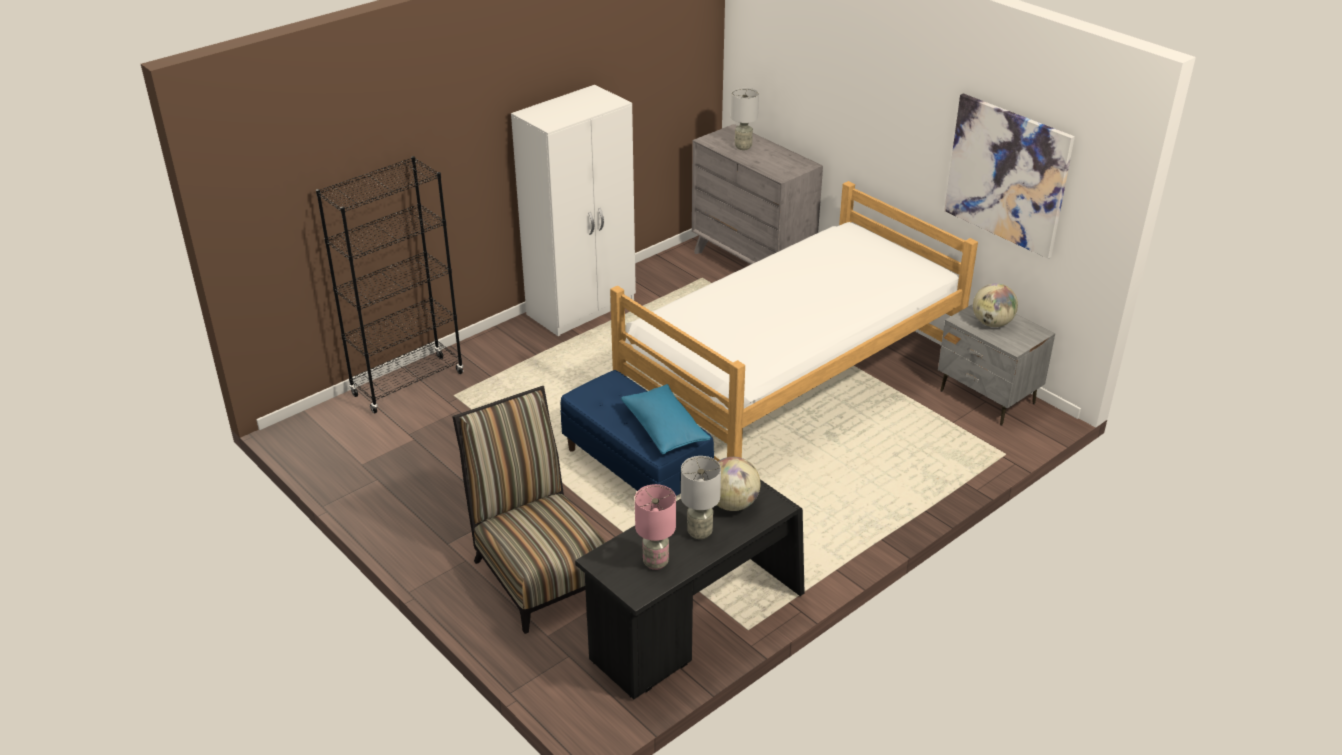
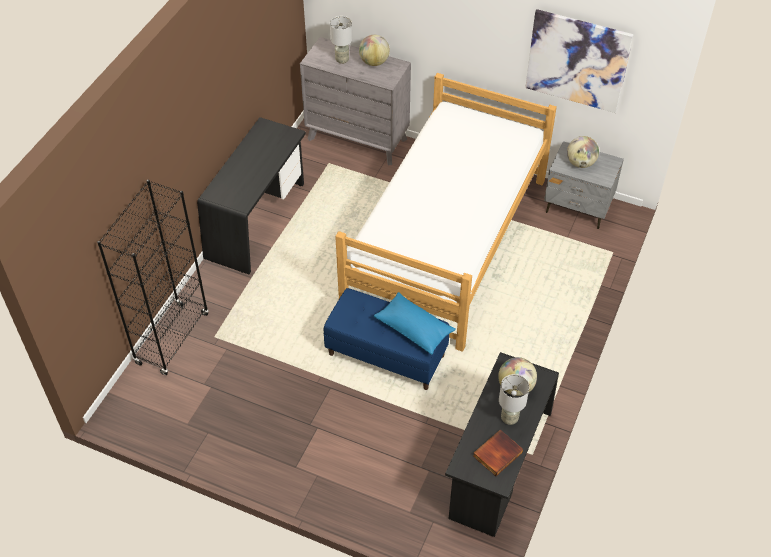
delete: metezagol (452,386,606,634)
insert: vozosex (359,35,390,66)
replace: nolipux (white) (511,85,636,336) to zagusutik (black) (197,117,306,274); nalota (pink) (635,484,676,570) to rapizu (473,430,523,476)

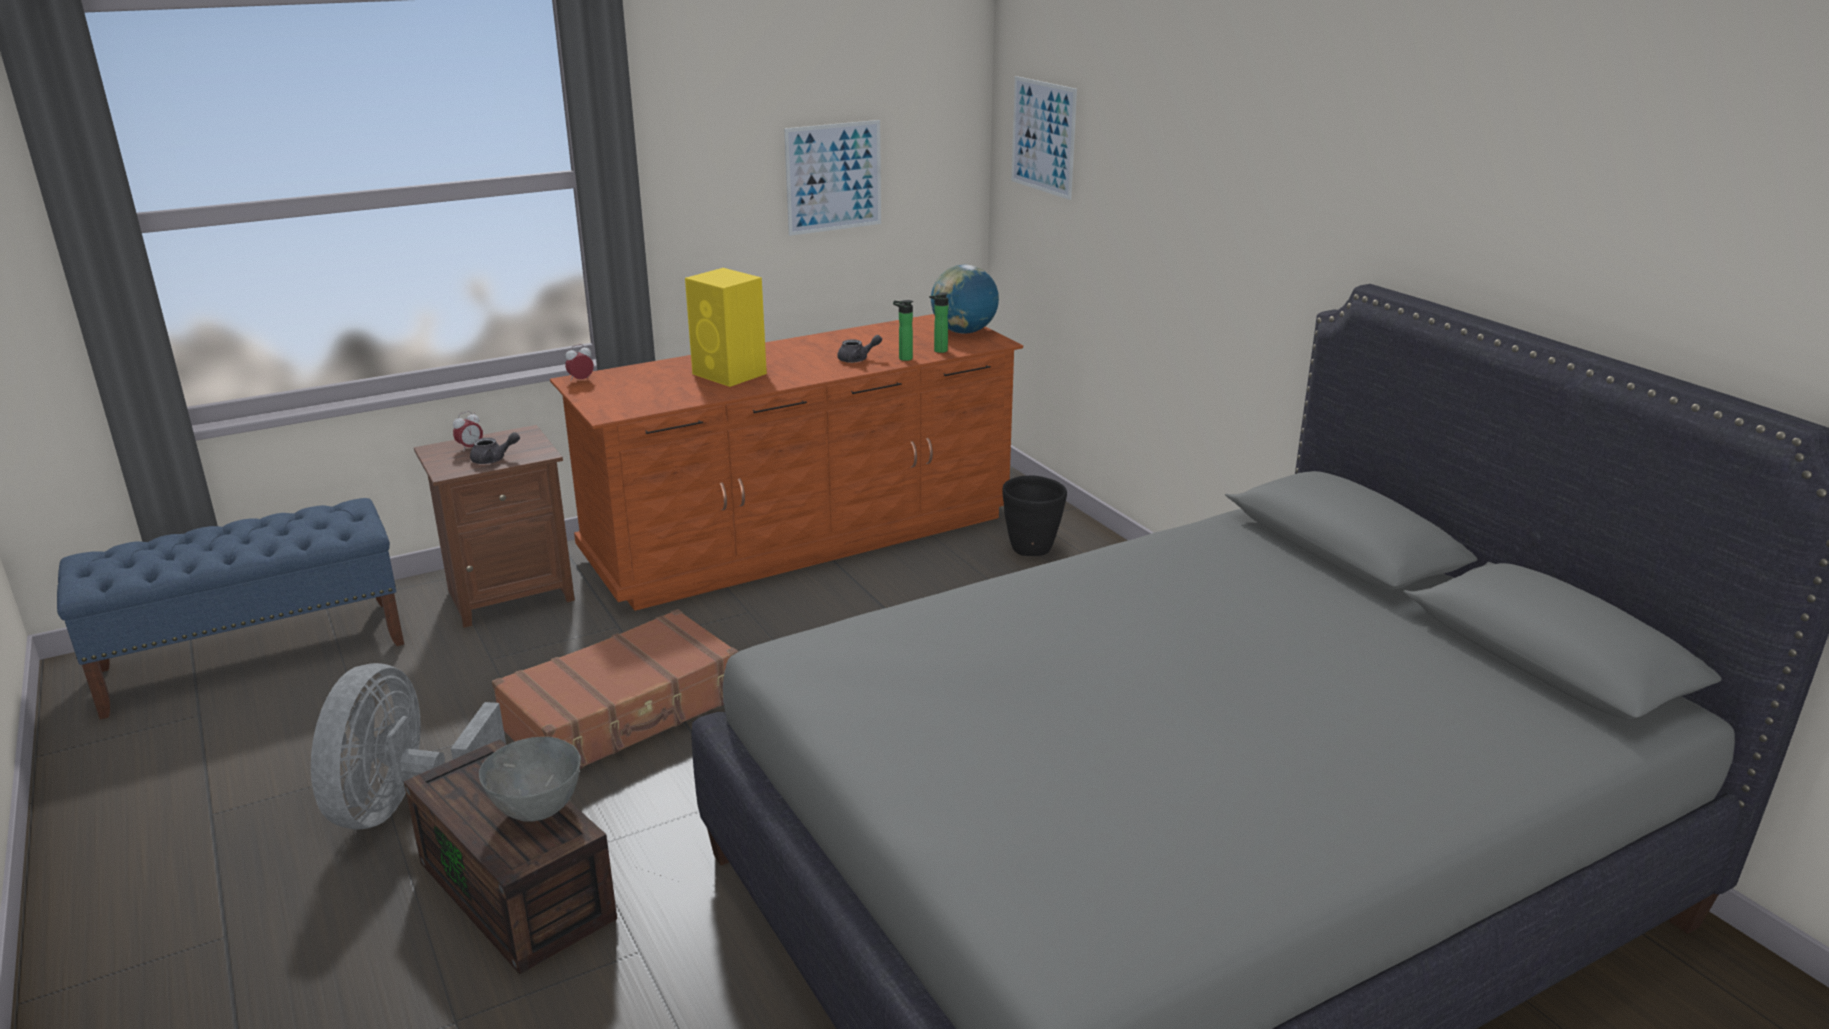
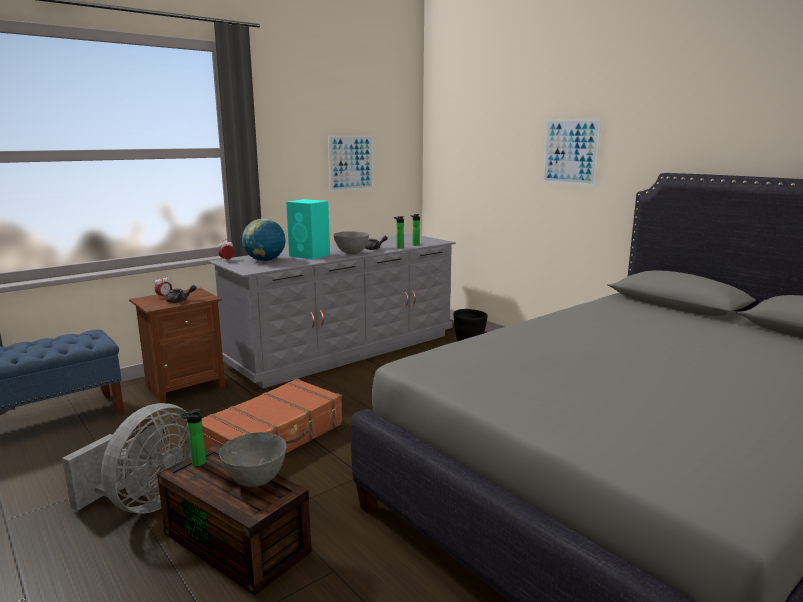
insert: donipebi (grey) (333,231,369,254); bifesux (180,409,206,466)
move: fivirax (1012,76,1077,200) to (542,118,602,186); vozosex (931,265,999,334) to (242,218,286,261)
recolor: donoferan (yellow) (685,268,767,387) to donoferan (turquoise) (286,199,330,260); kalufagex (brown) (550,314,1023,611) to kalufagex (grey) (208,234,456,388)
rotate: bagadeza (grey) (311,663,506,830) = (62,403,191,513) 150 degrees counterclockwise

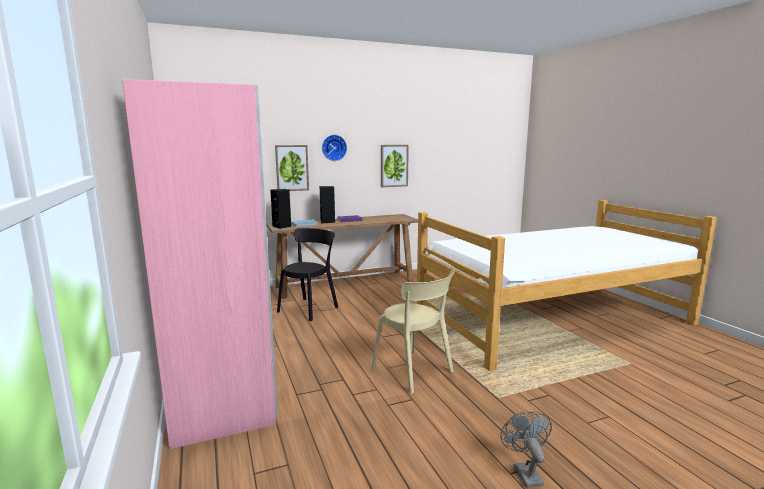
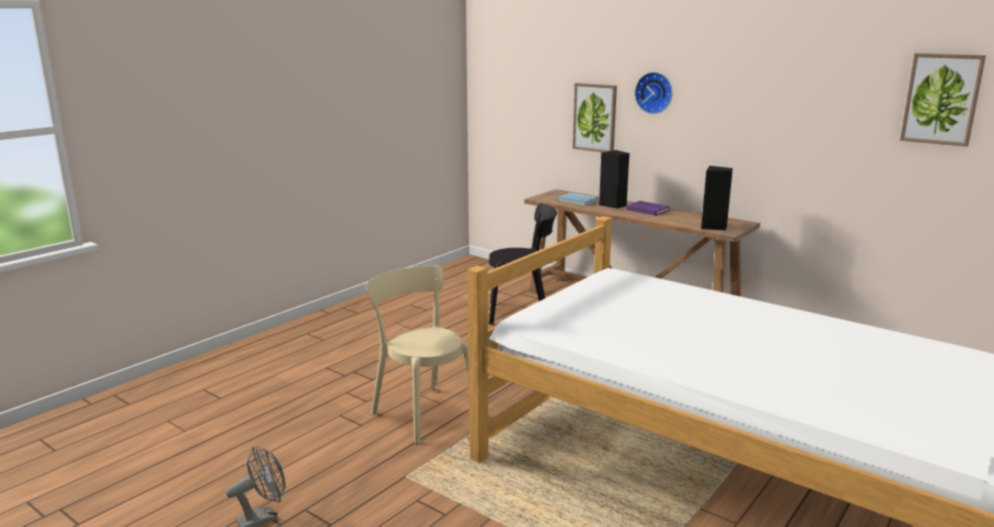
delete: nolipux (pink) (122,79,278,449)
move: fivirax (381,145,409,187) to (900,53,986,147); donoferan (black) (270,189,291,229) to (701,166,733,230)
rotate: metezagol (beige) (371,268,455,394) = (365,265,469,444) 120 degrees clockwise

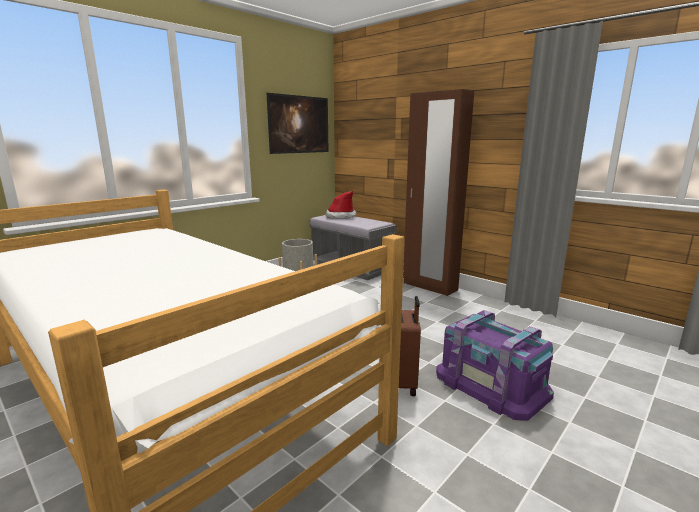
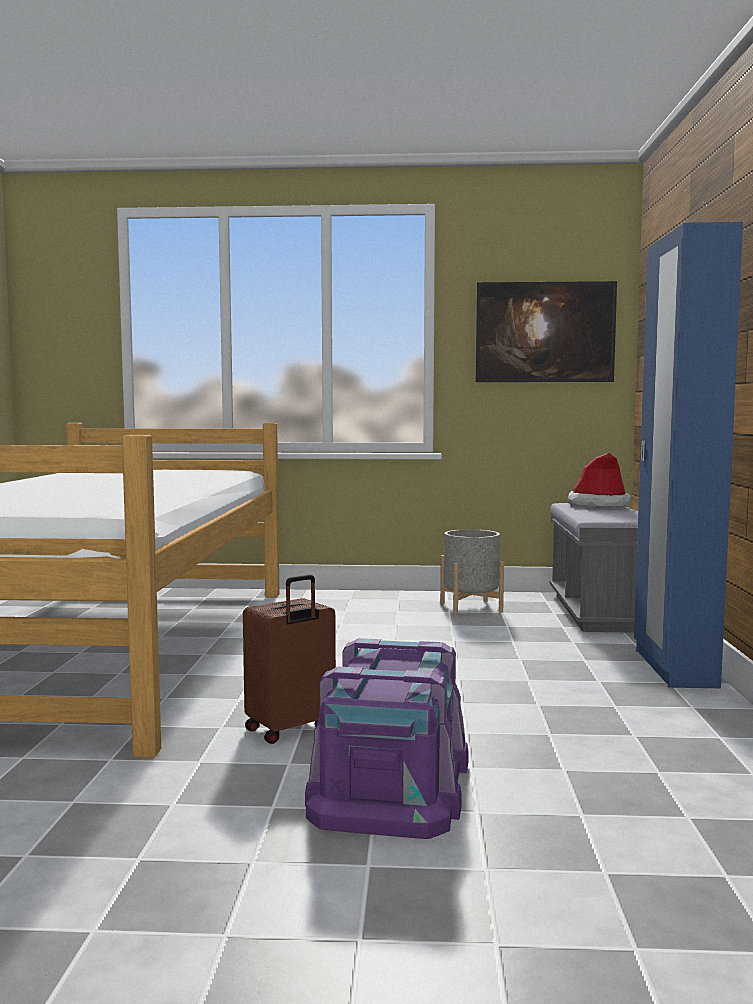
recolor: nolipux (brown) (403,89,474,296) to nolipux (blue) (634,222,743,688)

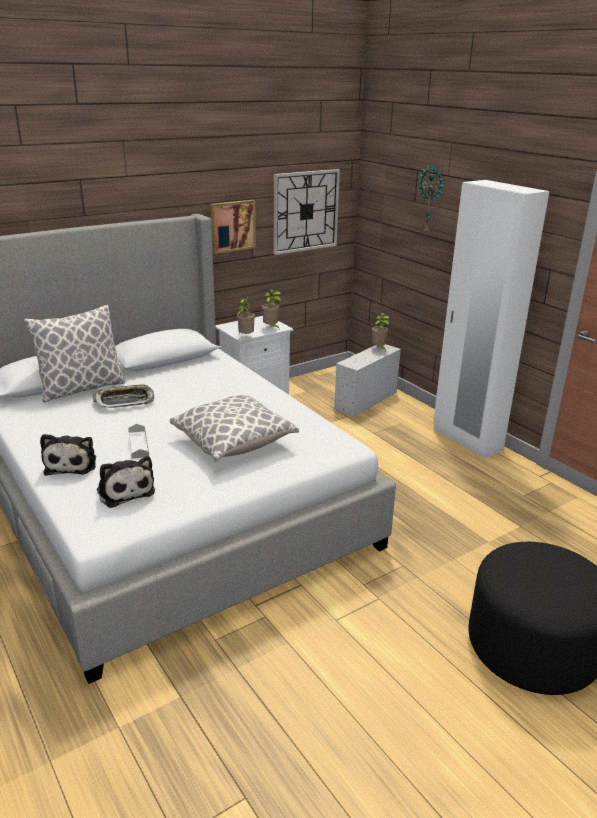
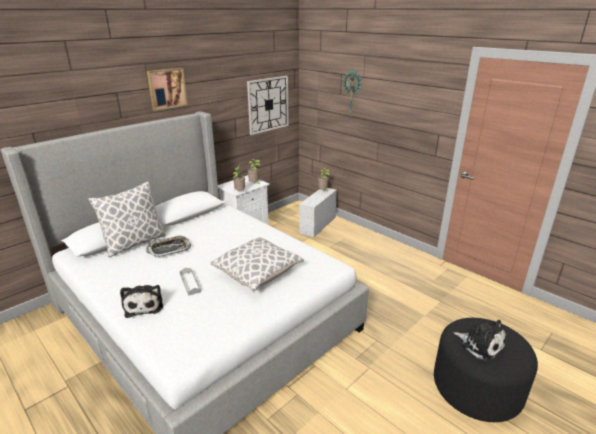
delete: nolipux (white) (433,180,550,458)
move: fivirax (210,200,256,254) to (147,68,188,111); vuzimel (97,456,155,508) to (453,320,506,362)

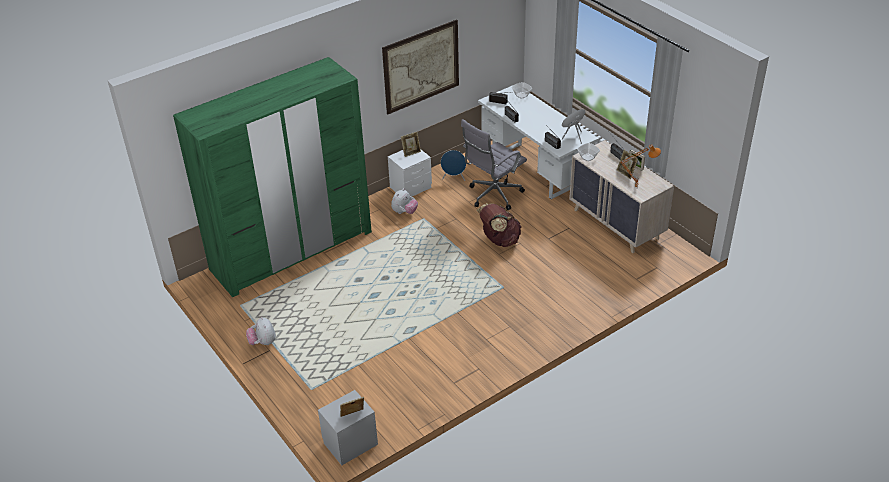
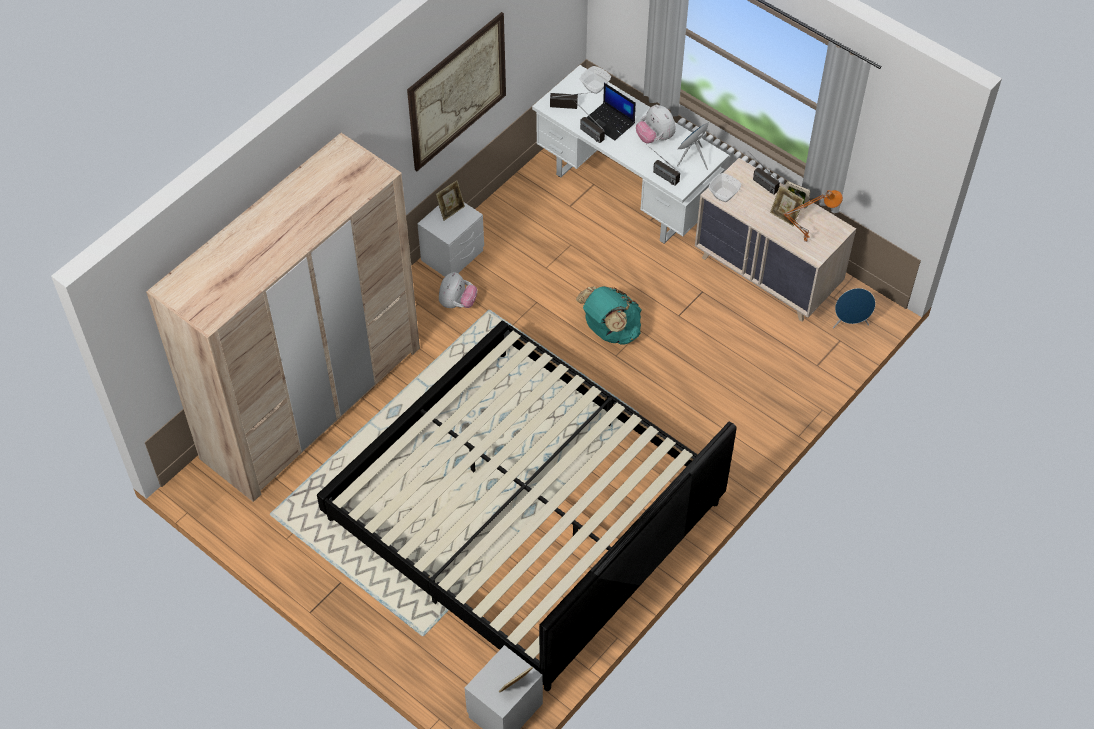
delete: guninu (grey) (461,119,527,210)
insert: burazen (586,83,636,141); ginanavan (317,320,737,691)
move: donoferan (blue) (441,150,466,181) to (833,288,875,329); vuzimel (246,317,276,345) to (636,104,676,143)
recolor: nolipux (green) (173,57,372,297) to nolipux (beige) (146,133,420,502); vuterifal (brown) (477,203,522,247) to vuterifal (turquoise) (576,286,642,345)

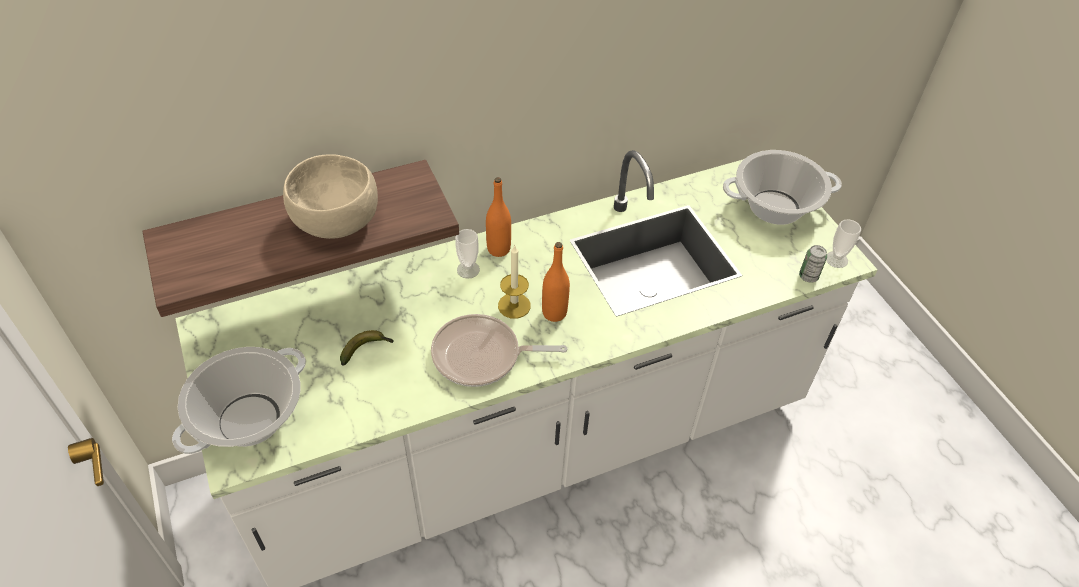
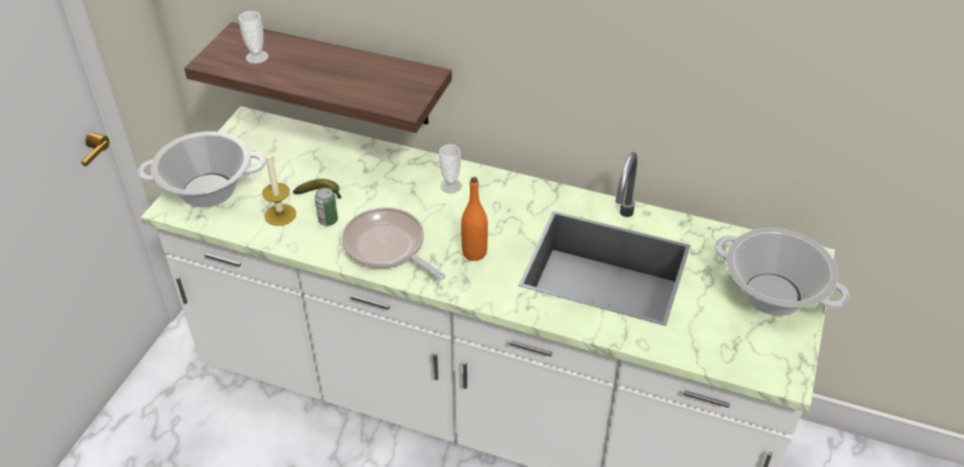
delete: donipebi (beige) (283,154,378,239); bifesux (orange) (486,177,511,257)
move: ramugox (826,219,861,268) to (239,11,268,64); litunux (498,244,531,319) to (262,149,296,226); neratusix (799,245,827,283) to (315,188,338,226)

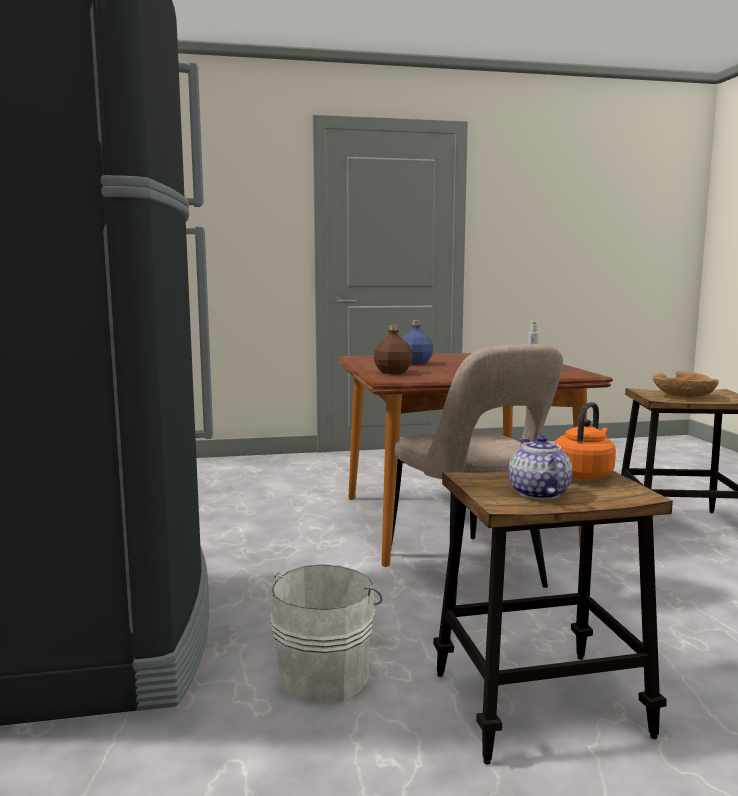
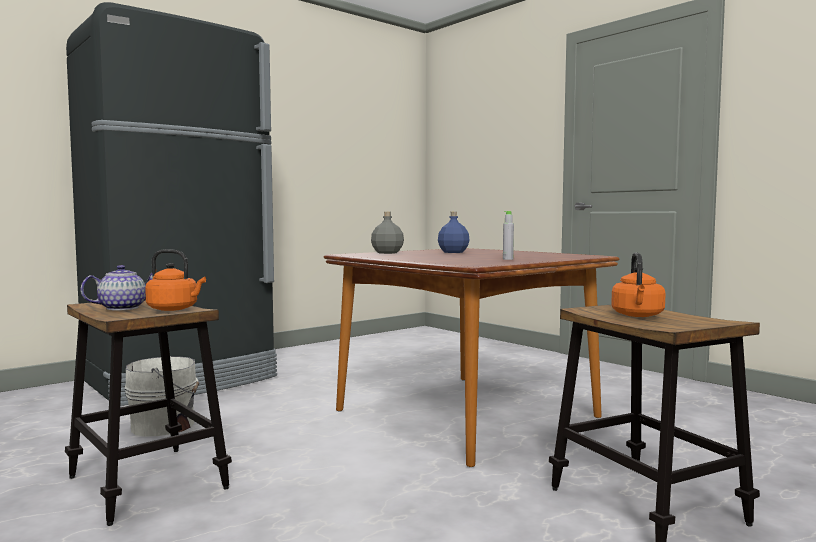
delete: metezagol (beige) (391,344,563,605)
replace: donipebi (brown) (653,371,719,397) to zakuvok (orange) (611,252,666,317)
recolor: bifesux (brown) (374,325,413,374) to bifesux (grey) (371,212,404,254)

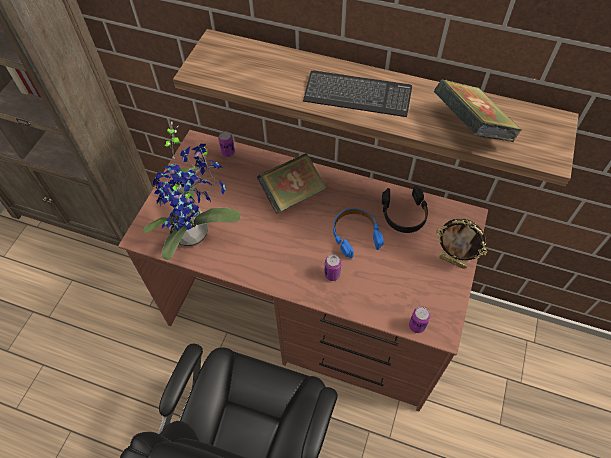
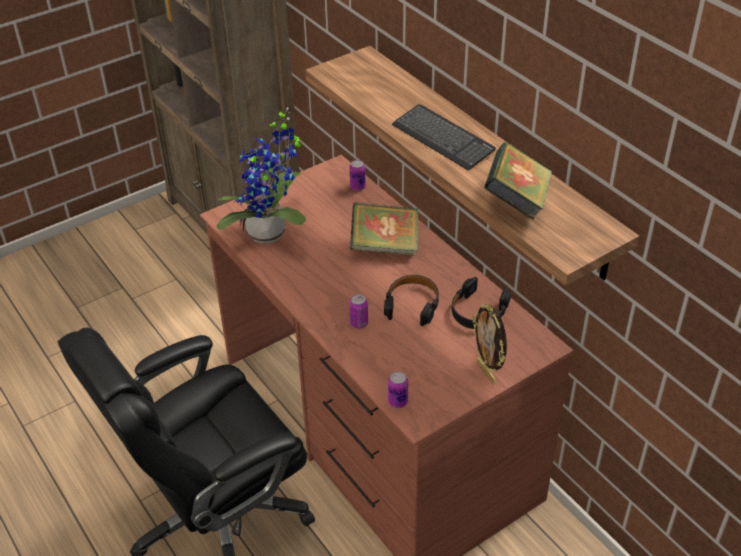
recolor: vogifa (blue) (333,208,384,258) to vogifa (black) (384,275,439,326)

